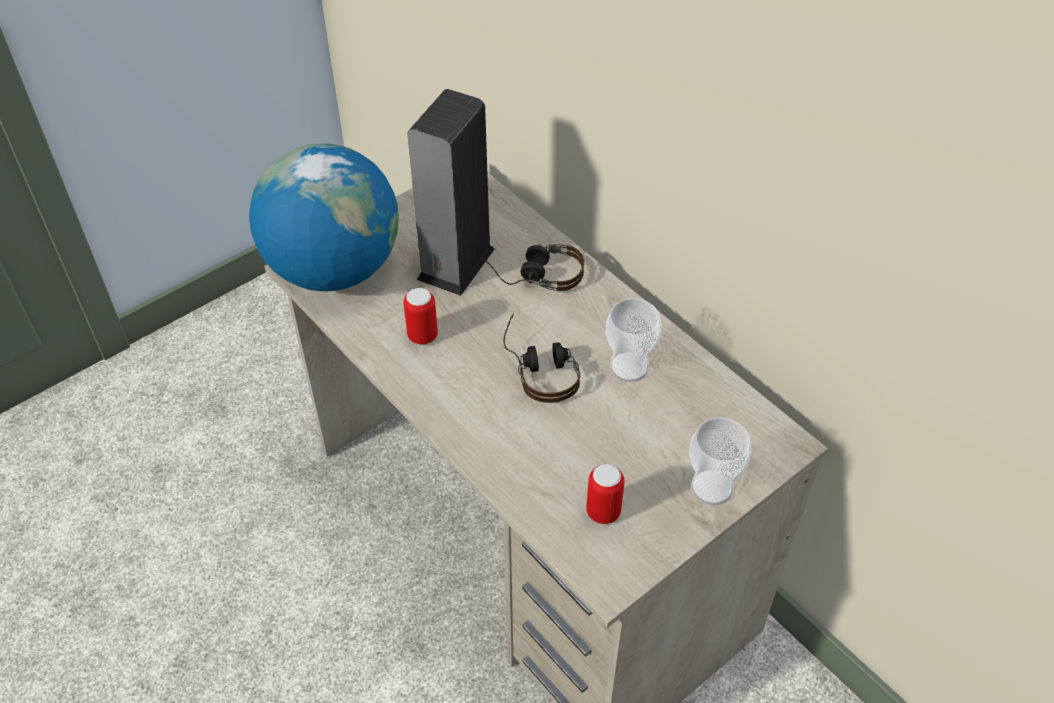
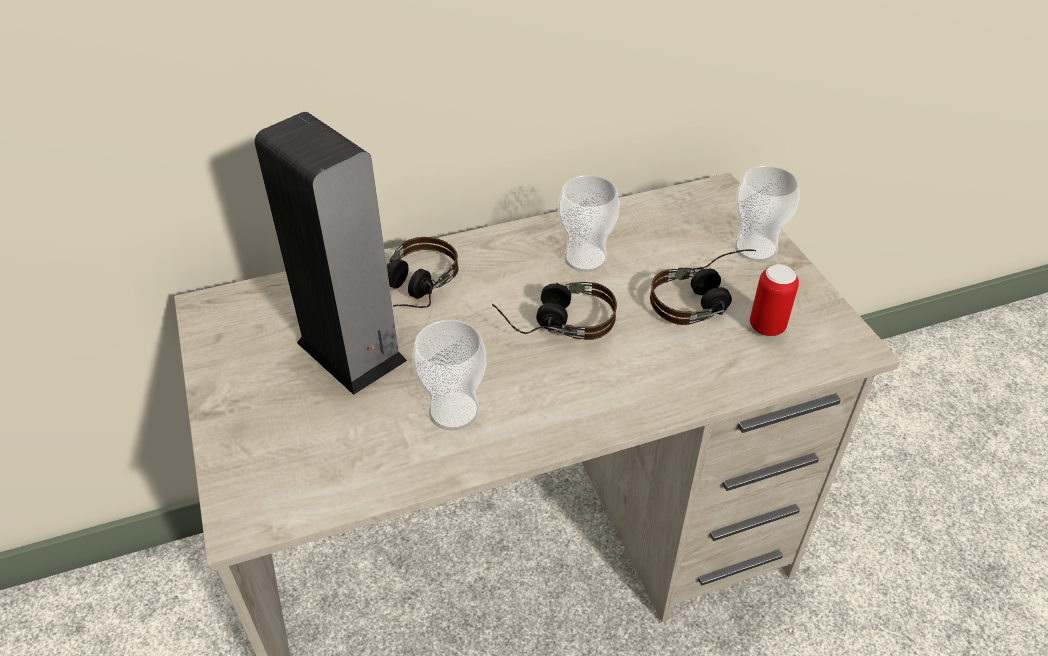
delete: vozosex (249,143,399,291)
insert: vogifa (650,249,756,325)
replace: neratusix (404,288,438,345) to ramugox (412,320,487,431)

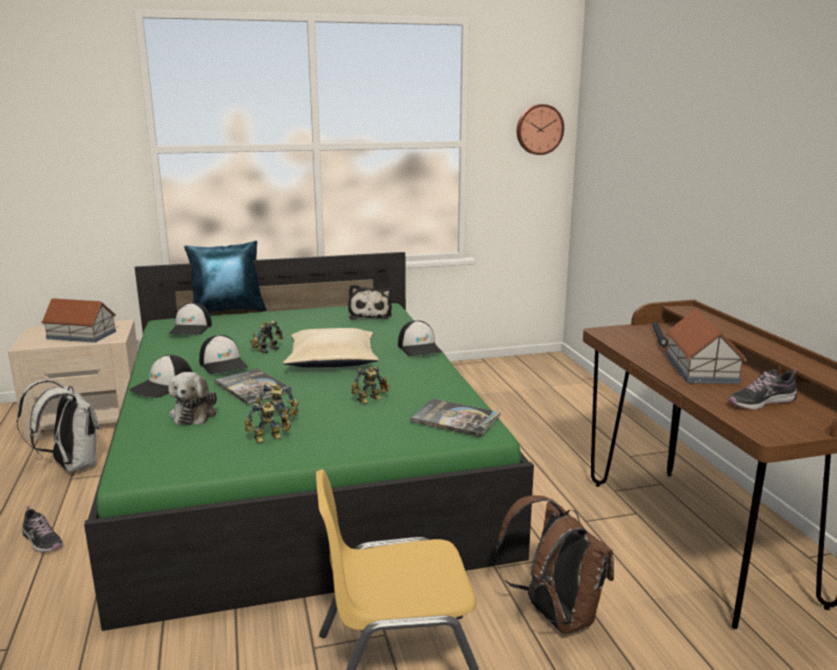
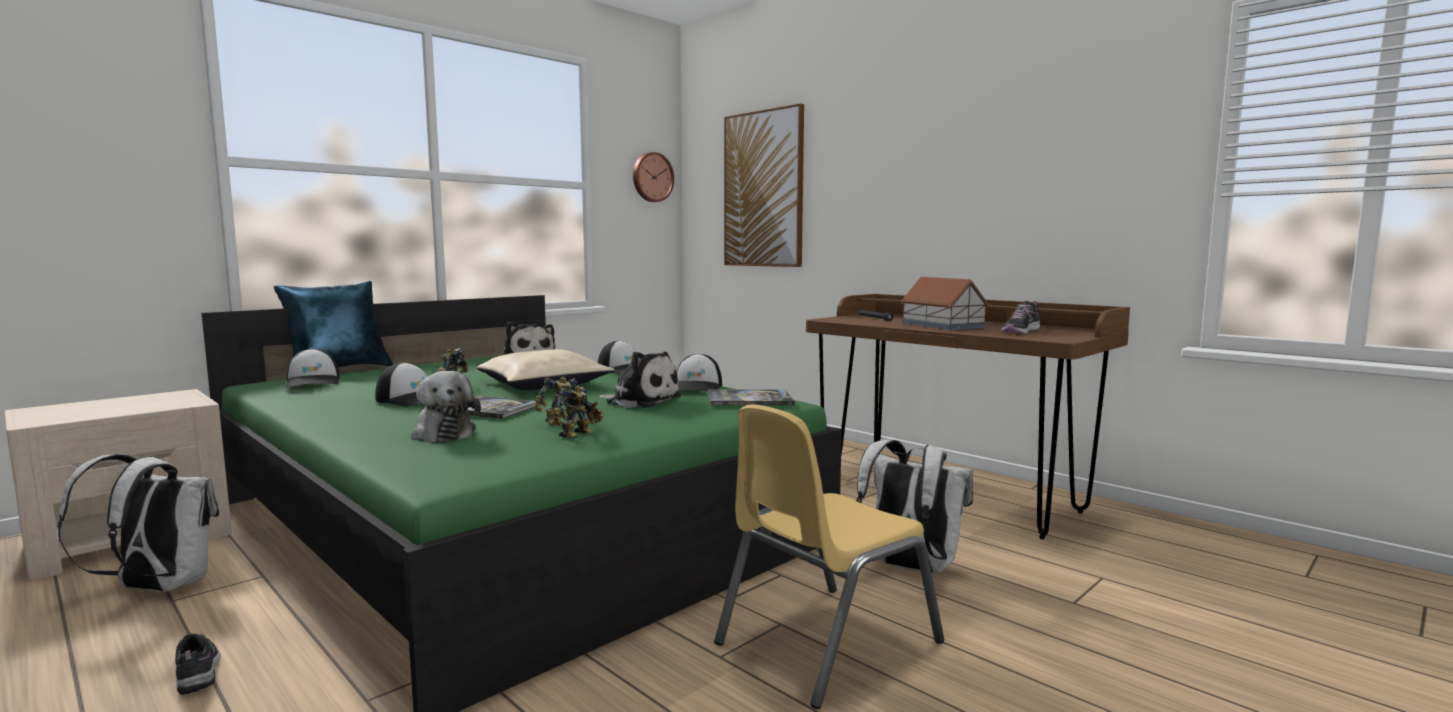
delete: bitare (41,298,116,343)
insert: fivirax (724,104,804,267)
move: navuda (129,355,193,398) to (677,353,722,392)
replace: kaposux (351,366,390,405) to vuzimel (597,352,681,408)
recolor: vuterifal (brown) (496,495,614,634) to vuterifal (white) (856,439,973,573)
rotate: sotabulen (22,506,63,552) = (175,633,221,695) 135 degrees counterclockwise

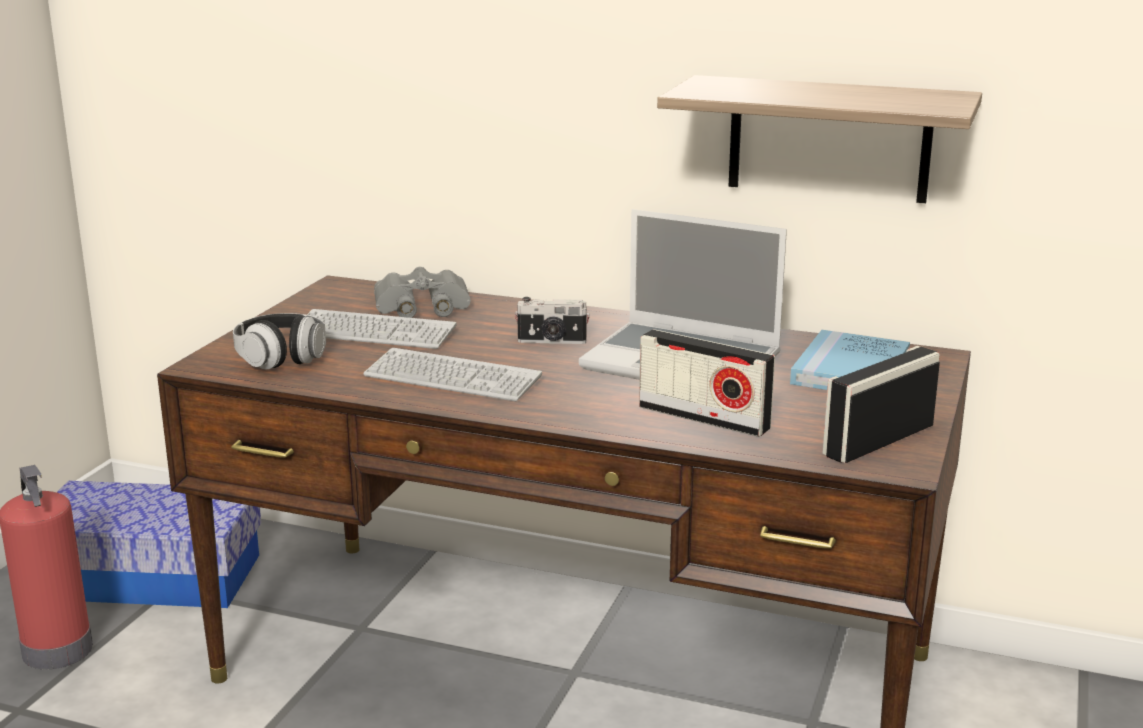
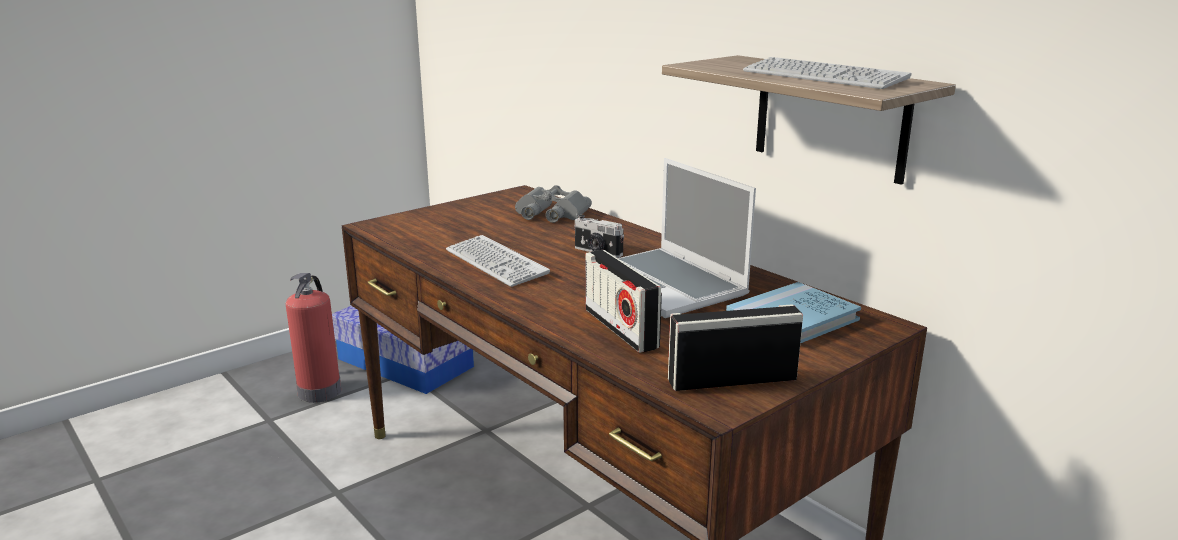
delete: vogifa (233,313,326,369)
move: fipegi (307,309,457,349) to (743,57,912,89)

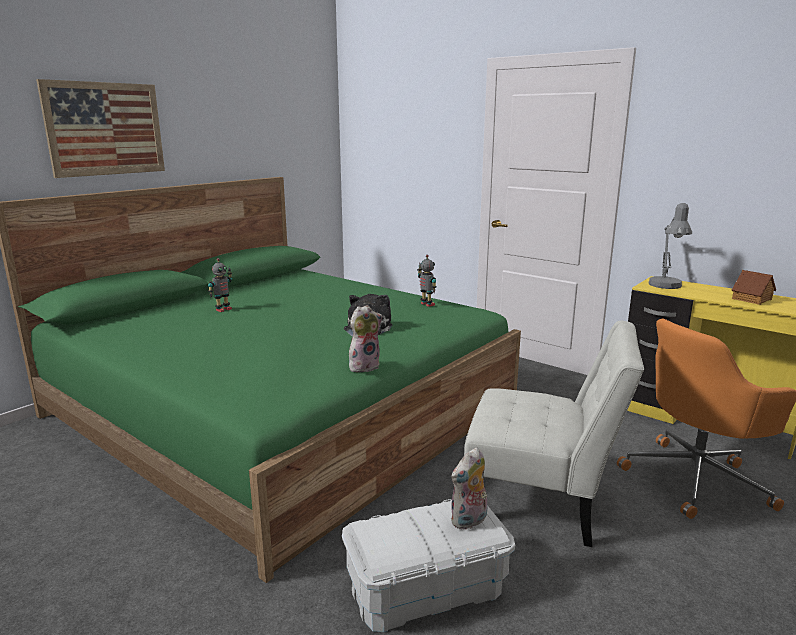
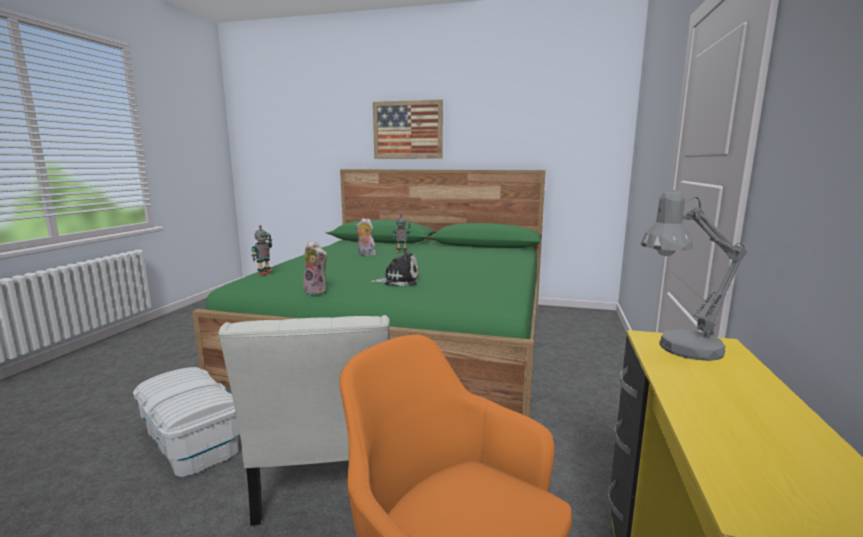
delete: bitare (732,270,776,305)
move: kaposux (417,255,437,307) to (251,225,273,275); vuzimel (451,447,487,530) to (355,218,376,256)

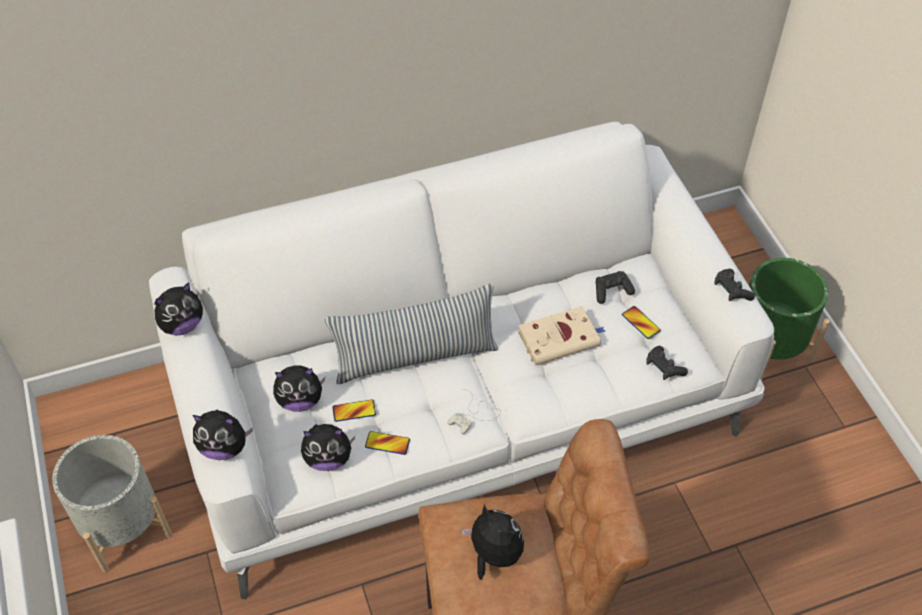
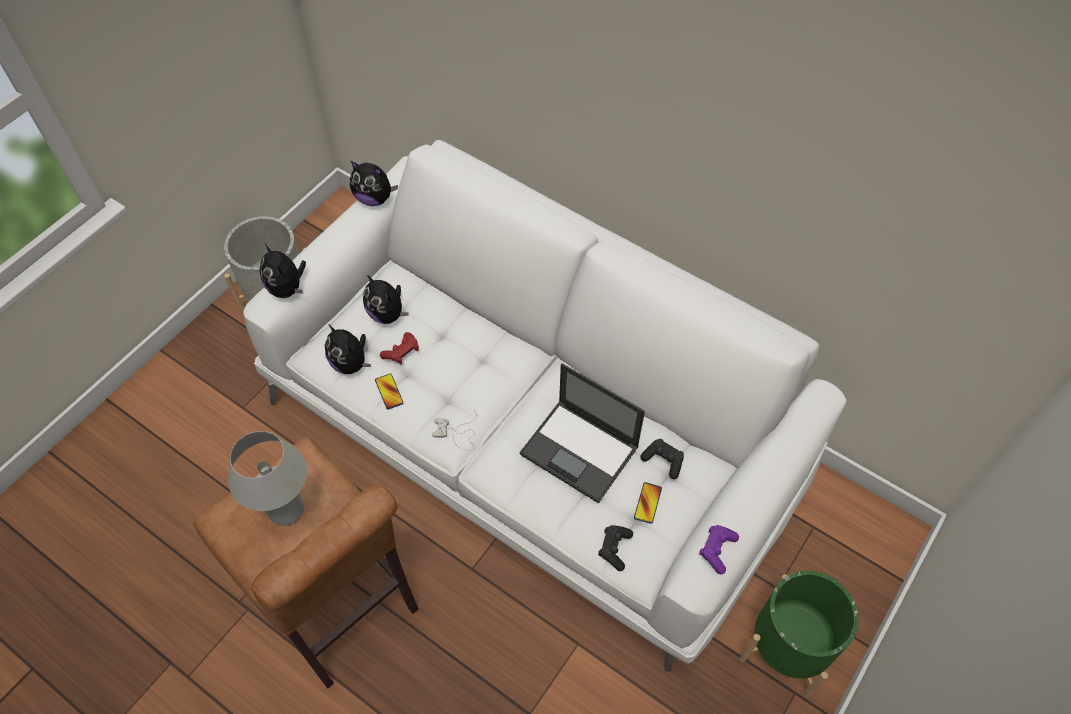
delete: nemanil (325,284,498,384)
replace: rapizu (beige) (518,306,605,366) to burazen (520,363,645,503); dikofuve (332,400,376,422) to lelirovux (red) (380,332,419,364); vuzimel (462,504,524,580) to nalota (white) (228,431,307,526)
recolor: lelirovux (black) (714,269,755,301) to lelirovux (purple) (699,525,739,574)

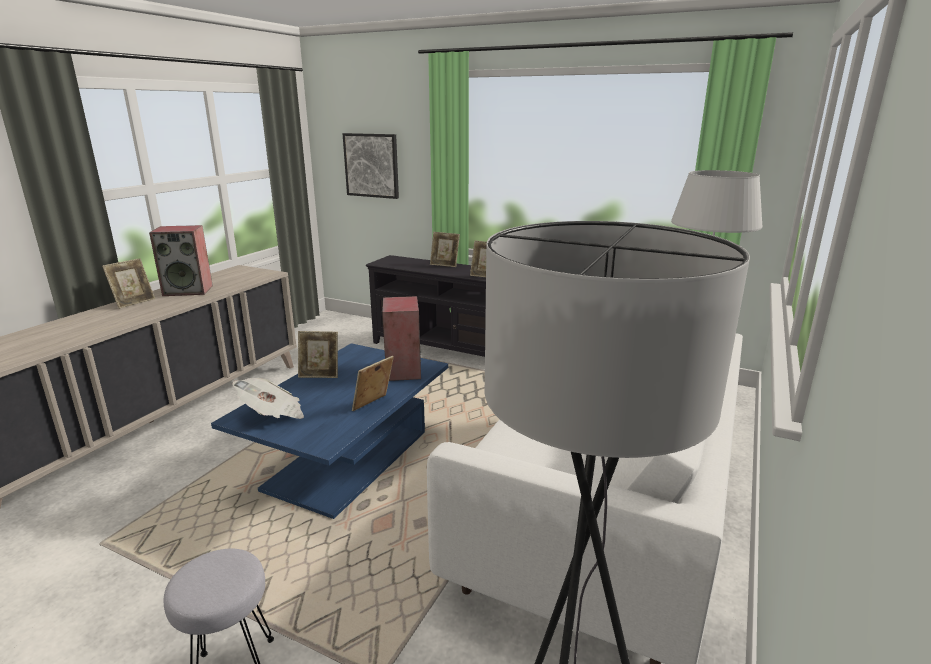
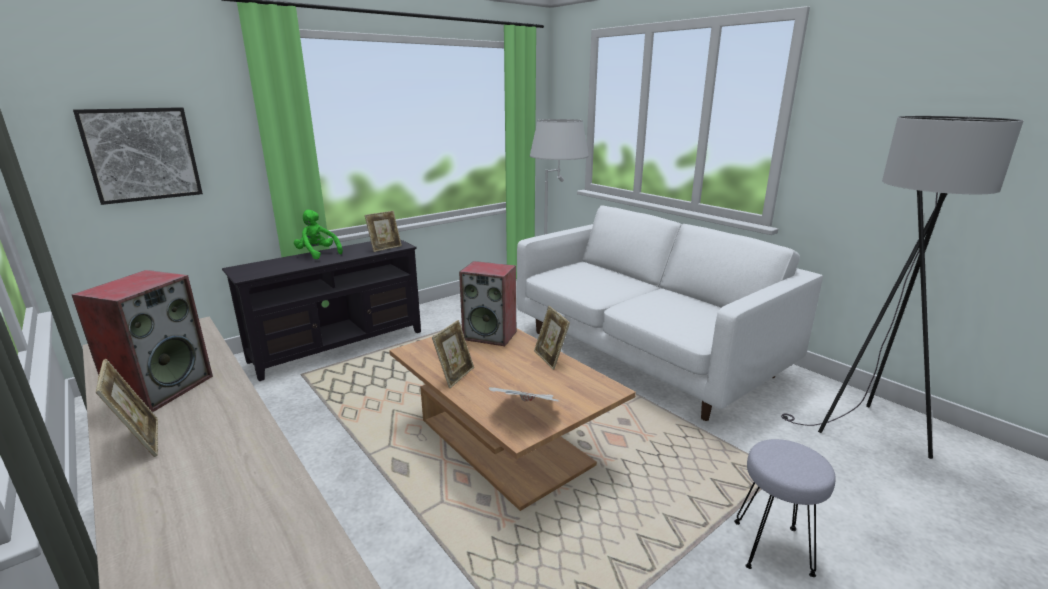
replace: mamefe (430,232,460,267) to vuzimel (green) (294,210,343,260)
recolor: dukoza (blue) (211,343,448,519) to dukoza (brown) (389,327,636,511)

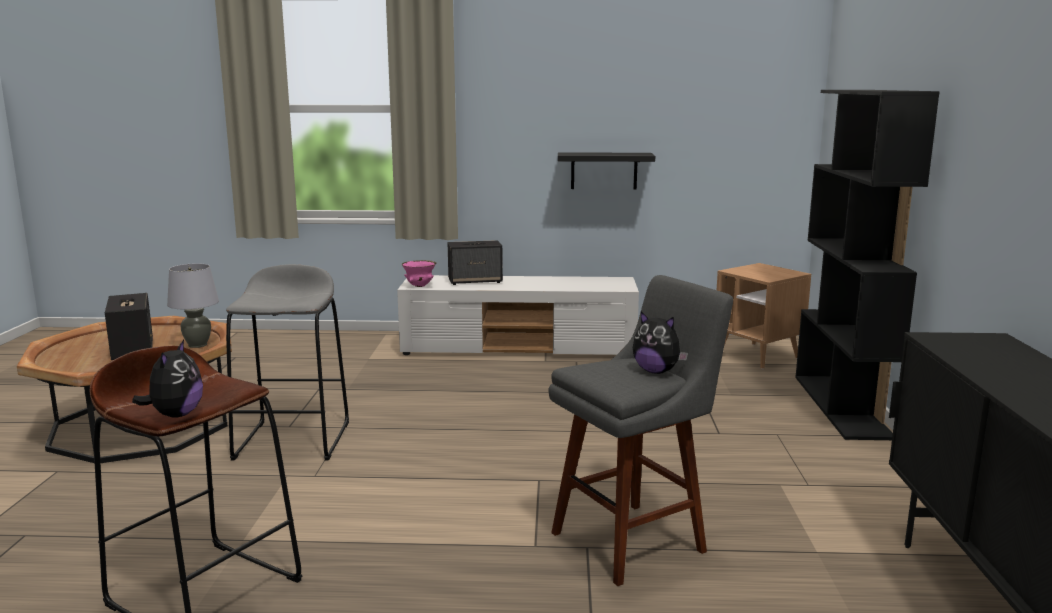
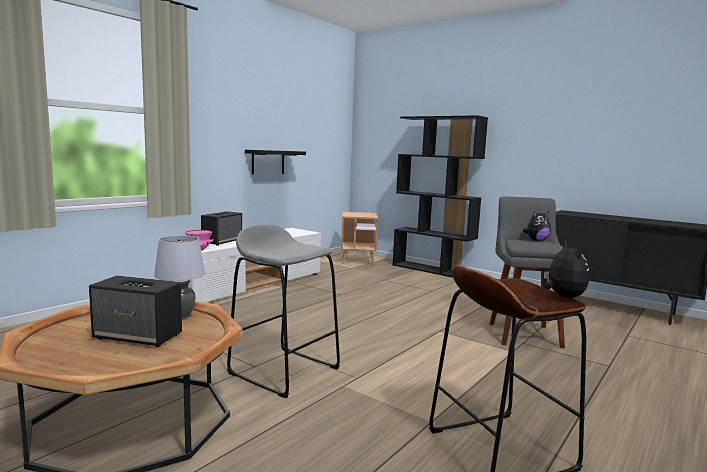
rotate: vuzimel (132,340,203,418) = (544,241,589,298) 45 degrees clockwise

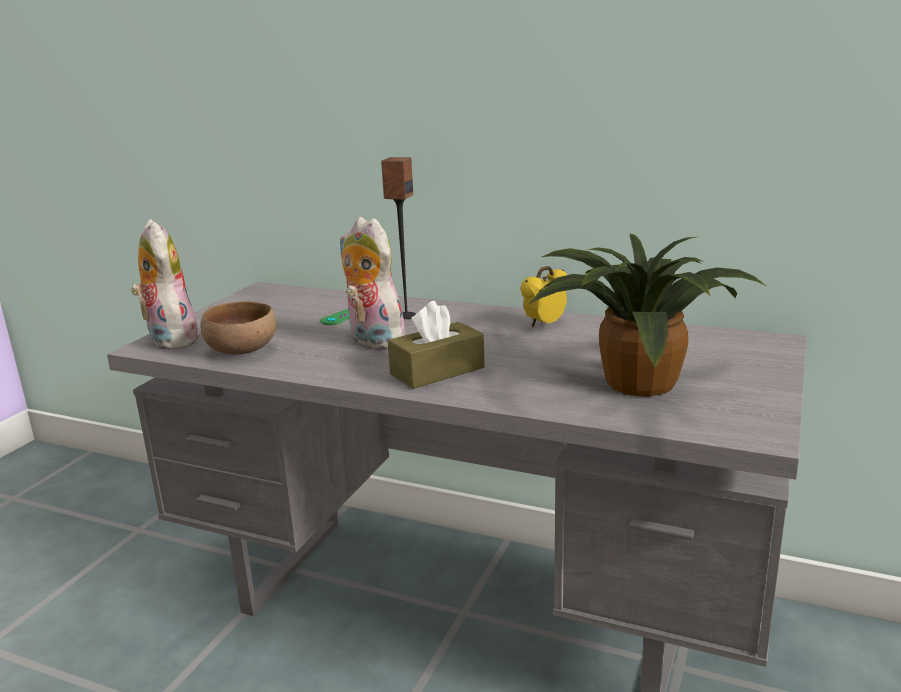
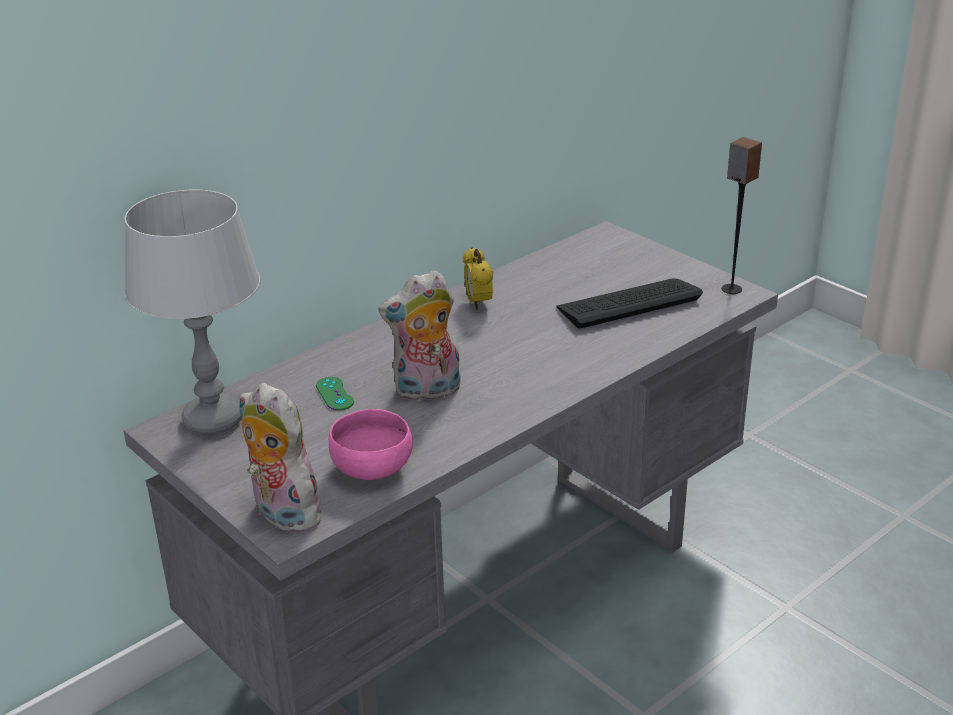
delete: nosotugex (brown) (388,301,485,389)
insert: nalota (grey) (124,190,260,434)
move: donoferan (381,157,416,319) to (722,137,762,294)
replace: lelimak (529,233,768,396) to fipegi (556,278,703,329)
recolor: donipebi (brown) (200,301,277,355) to donipebi (pink) (329,409,413,480)
rotate: vuzimel (131,219,201,350) = (239,382,330,533) 45 degrees clockwise

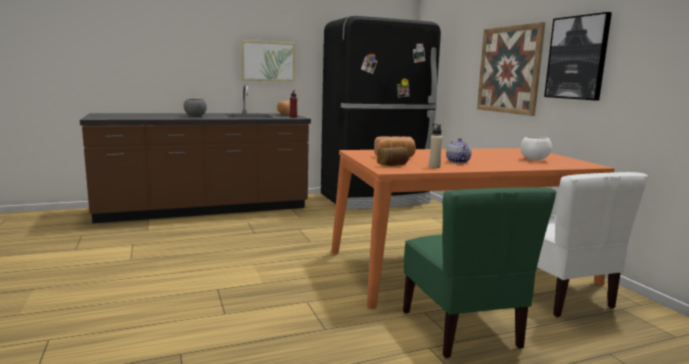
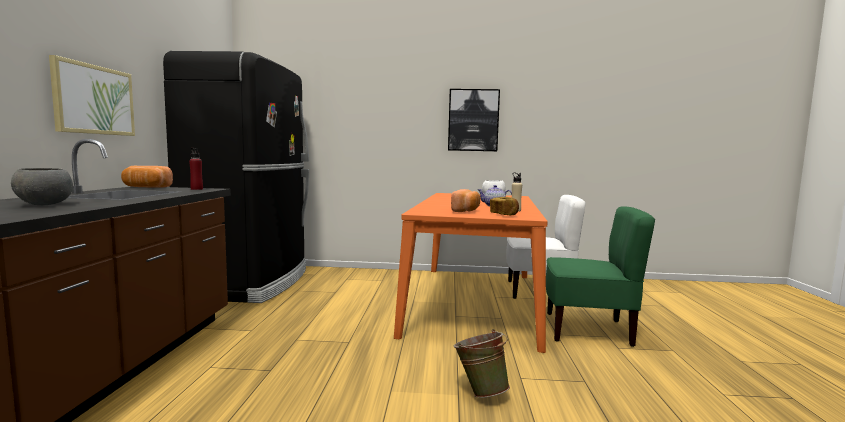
delete: fivirax (477,22,545,116)
insert: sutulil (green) (454,329,510,398)

